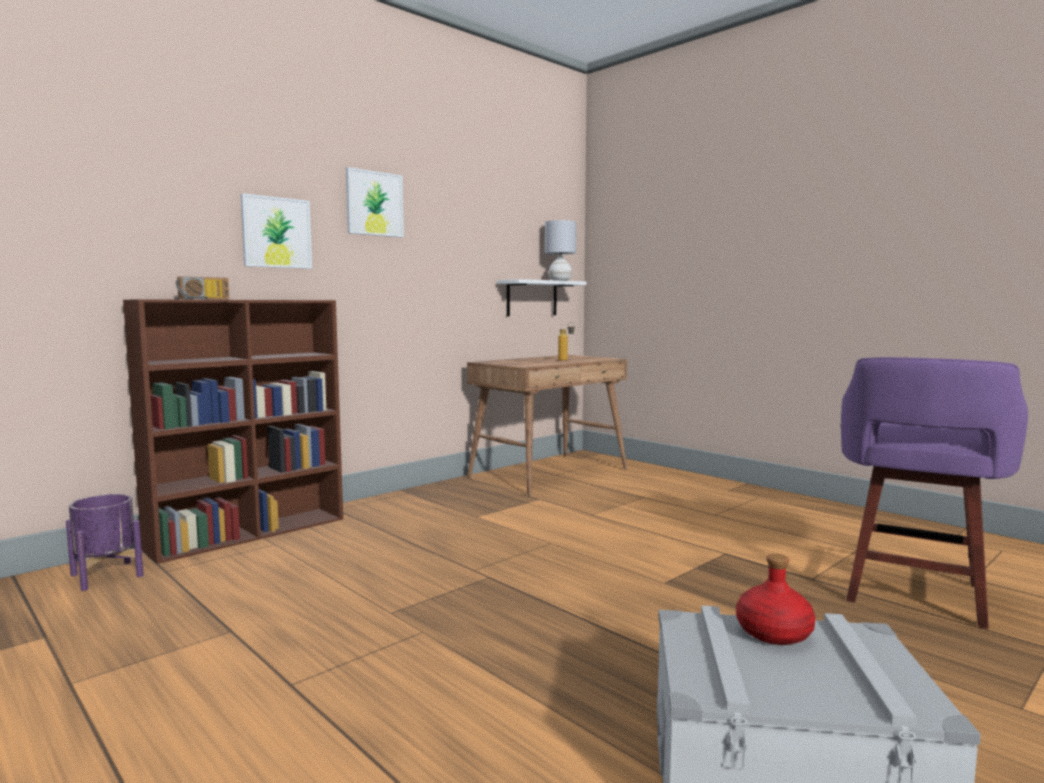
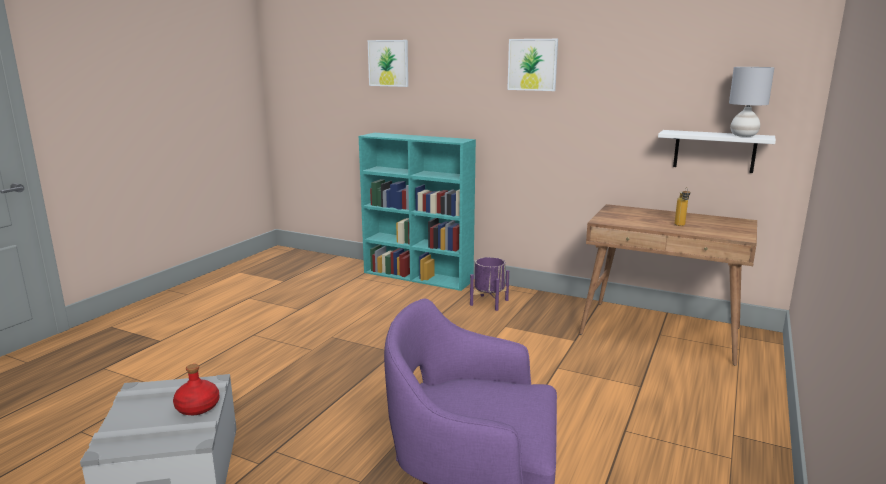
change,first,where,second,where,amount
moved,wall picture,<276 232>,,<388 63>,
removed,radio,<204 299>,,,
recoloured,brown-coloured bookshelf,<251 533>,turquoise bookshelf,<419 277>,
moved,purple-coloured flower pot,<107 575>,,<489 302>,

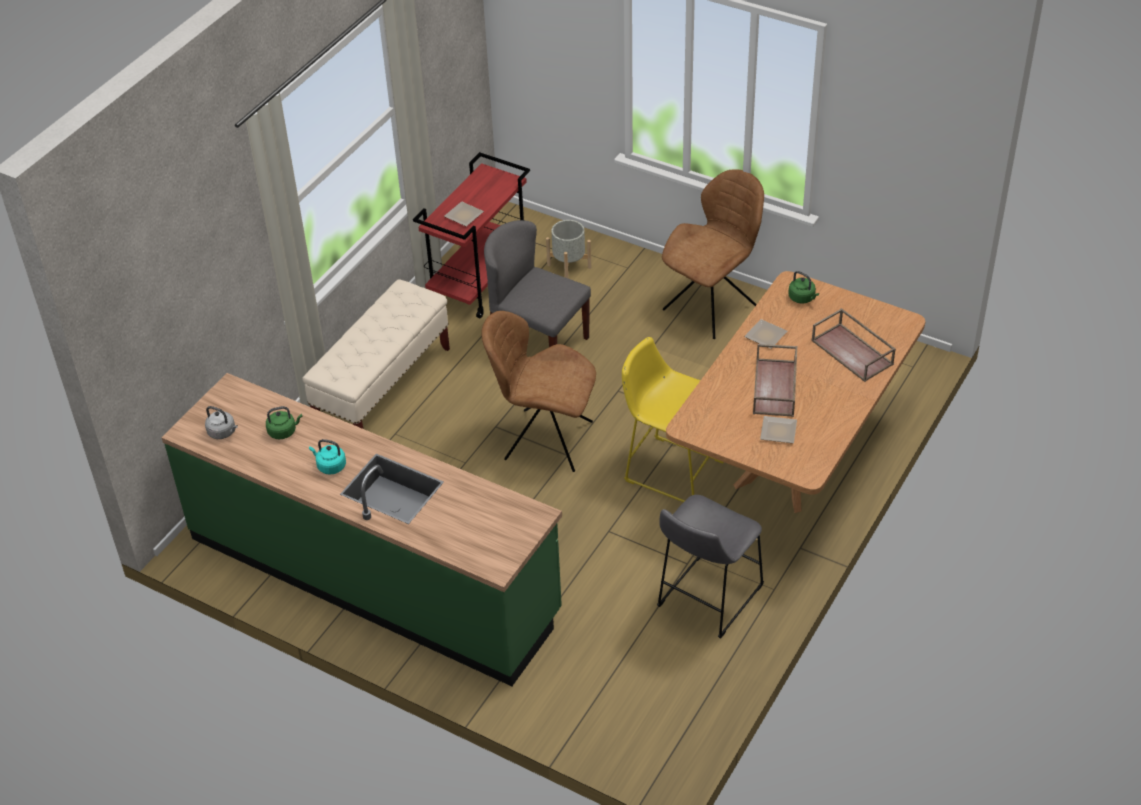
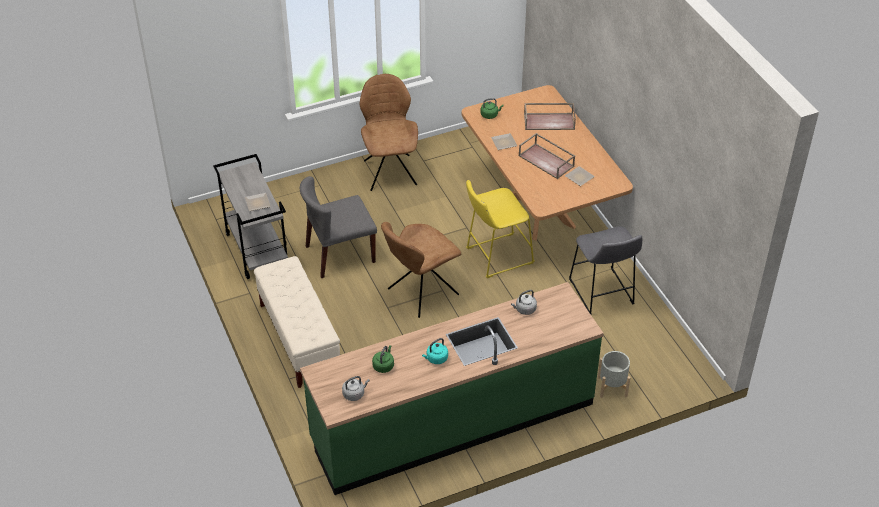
change,first,where,second,where,amount
recoloured,reddish trolley,<480 281>,greyish trolley,<256 250>,
moved,greyish flower pot,<569 266>,,<612 386>,
added,,,greyish kettle,<524 309>,

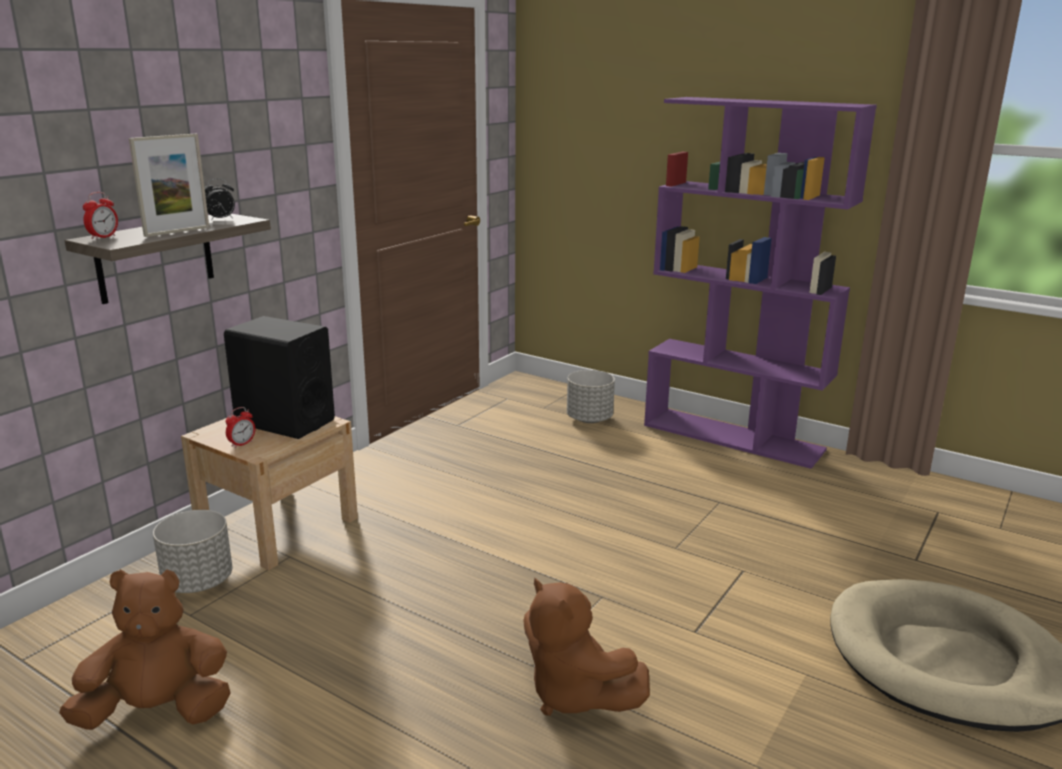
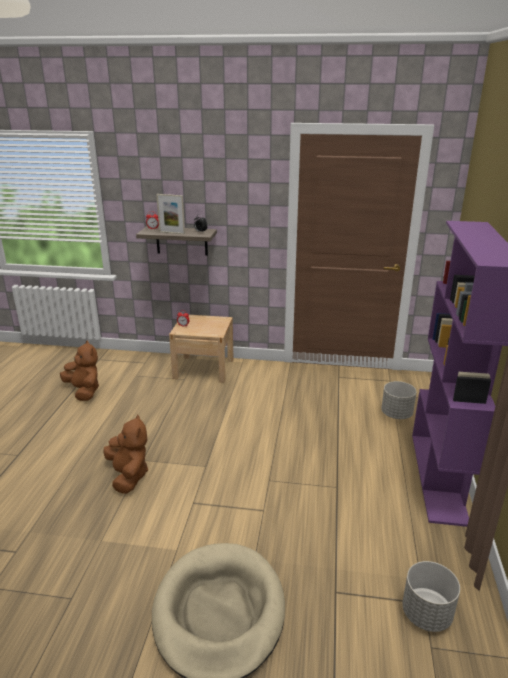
change,first,where,second,where,amount
removed,black-coloured audio speaker,<284 422>,,,
moved,greyish flower pot,<198 582>,,<427 614>,
turned,brown-coloured plush toy,<573 694>,,<128 476>,135 degrees clockwise

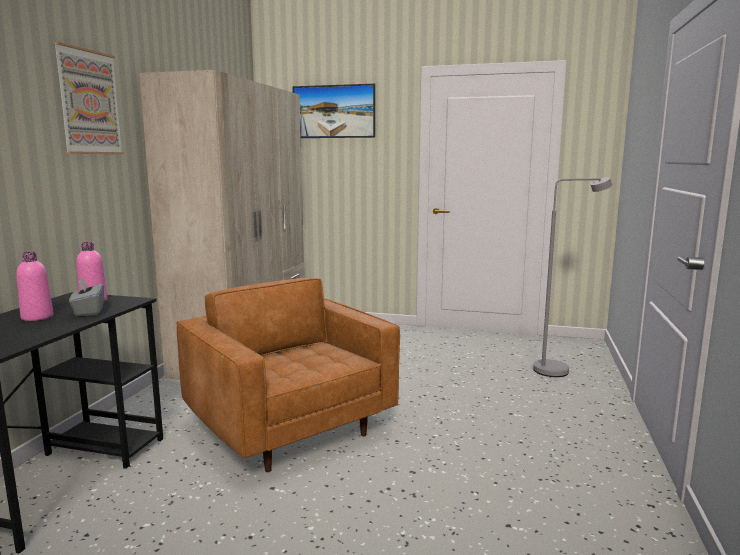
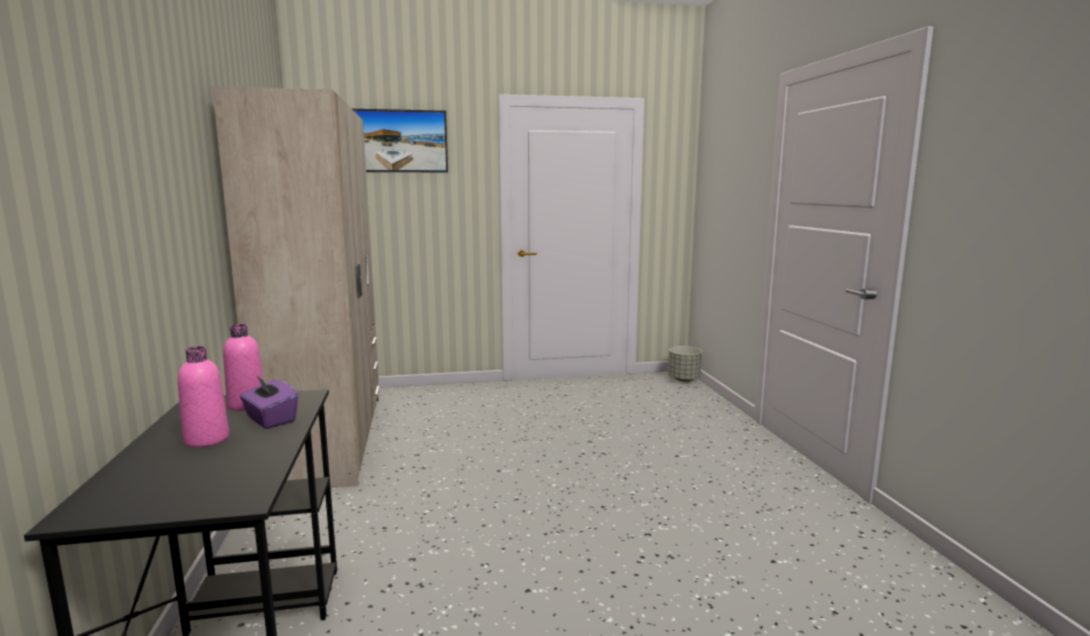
change,first,where,second,where,amount
removed,wall picture,<89 102>,,,
removed,greyish standard lamp,<559 370>,,,
recoloured,greyish box of tissues,<89 311>,purple-coloured box of tissues,<270 420>,
removed,brown-coloured lounge chair,<290 429>,,,
added,,,greyish flower pot,<684 379>,

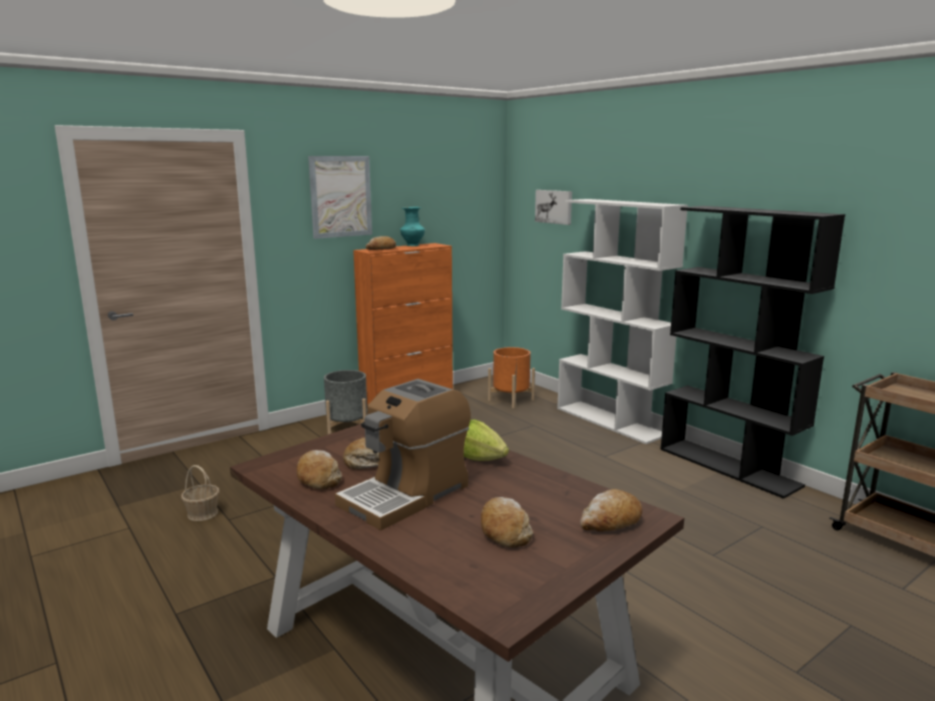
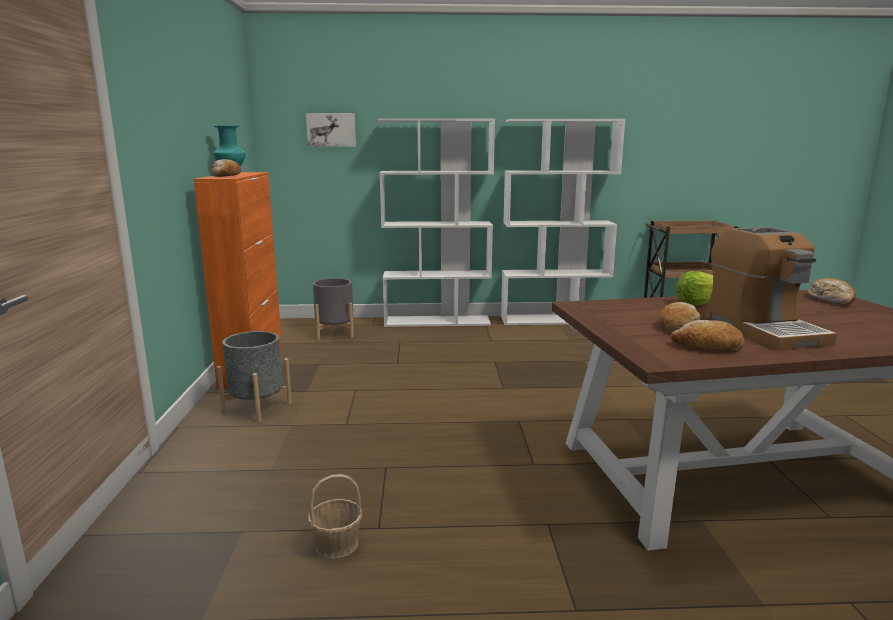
change,first,where,second,where,amount
removed,wall picture,<340 196>,,,
recoloured,black-coloured bookshelf,<729 467>,white bookshelf,<554 320>,
recoloured,orange-coloured flower pot,<511 400>,greyish flower pot,<335 333>,
removed,bread,<504 531>,,,

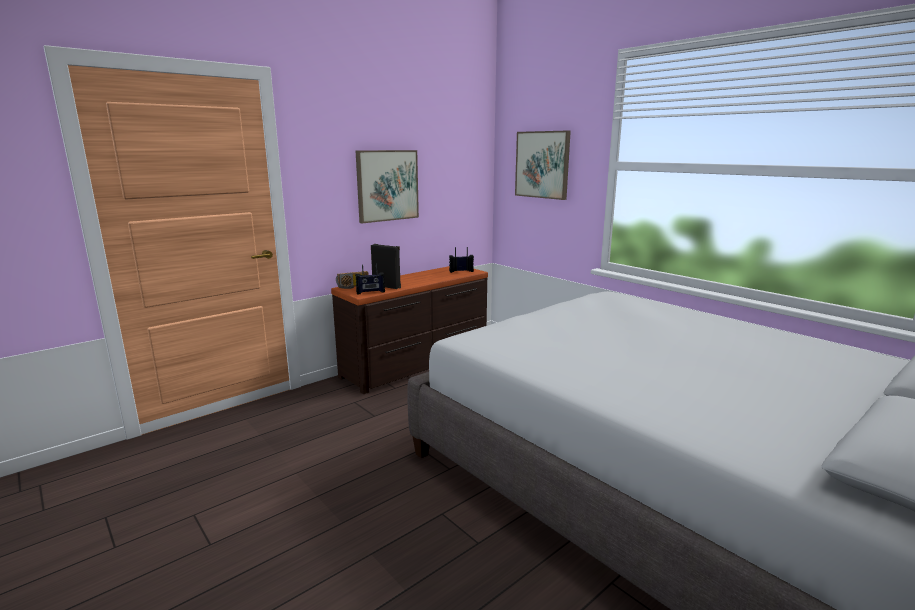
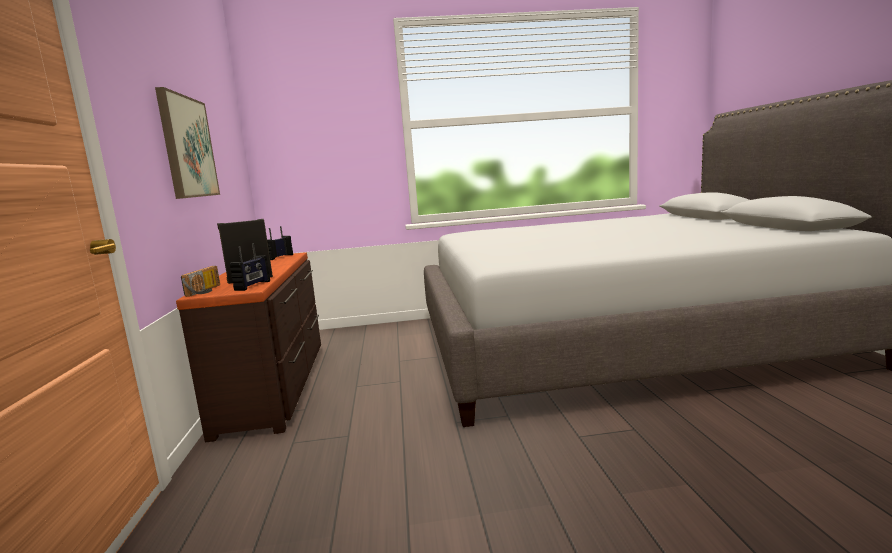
change,first,where,second,where,amount
removed,wall picture,<542 164>,,,

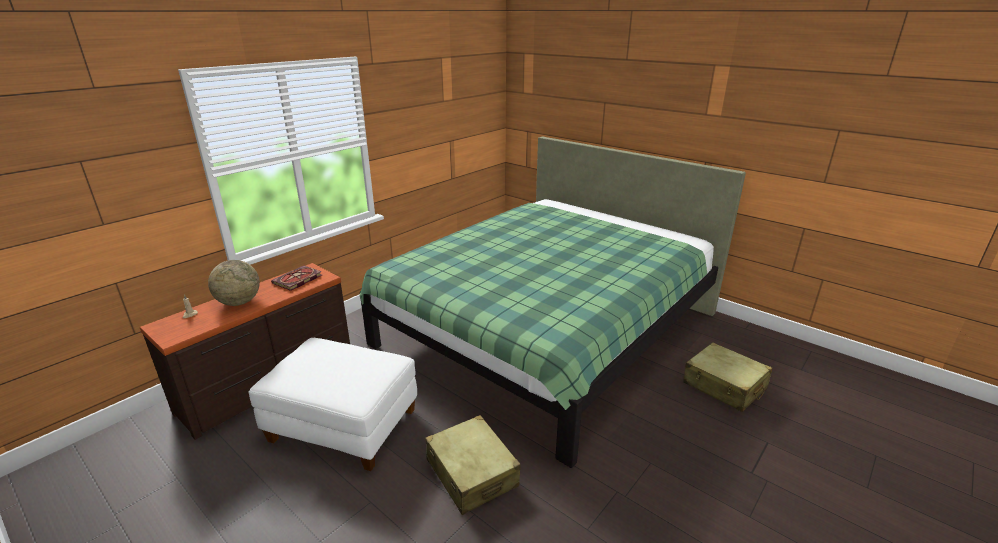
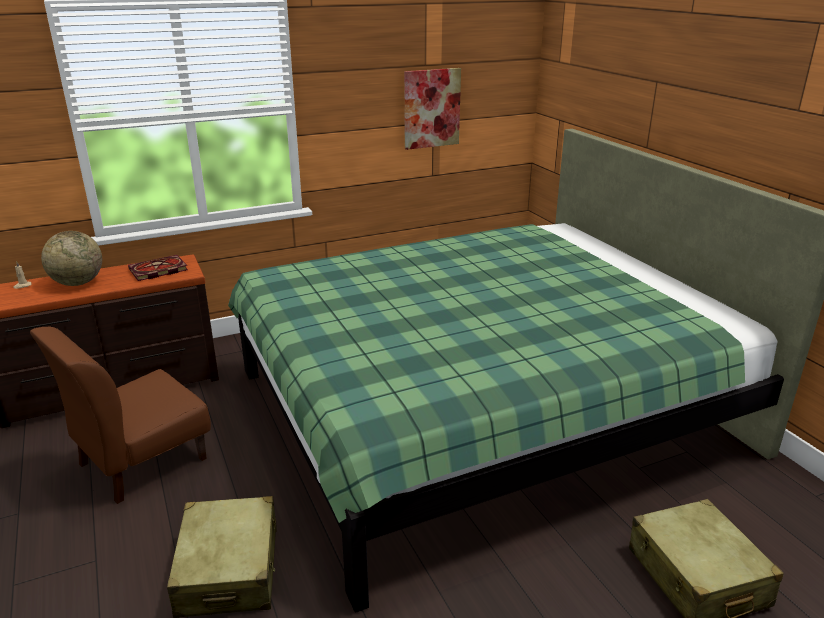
change,first,where,second,where,amount
replaced,white ottoman,<343 426>,brown-coloured chair,<141 461>,
added,,,wall picture,<431 108>,

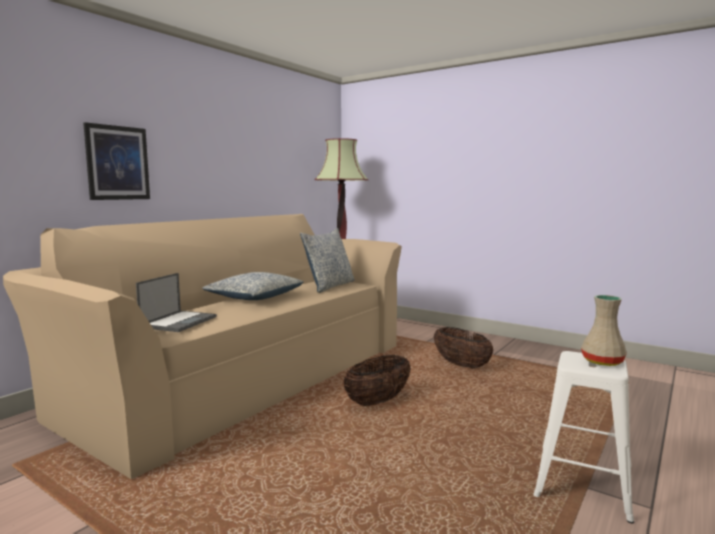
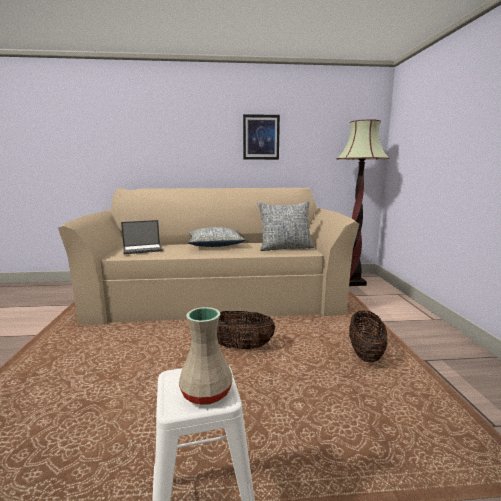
change,first,where,second,where,amount
moved,wall picture,<117 163>,,<261 137>,

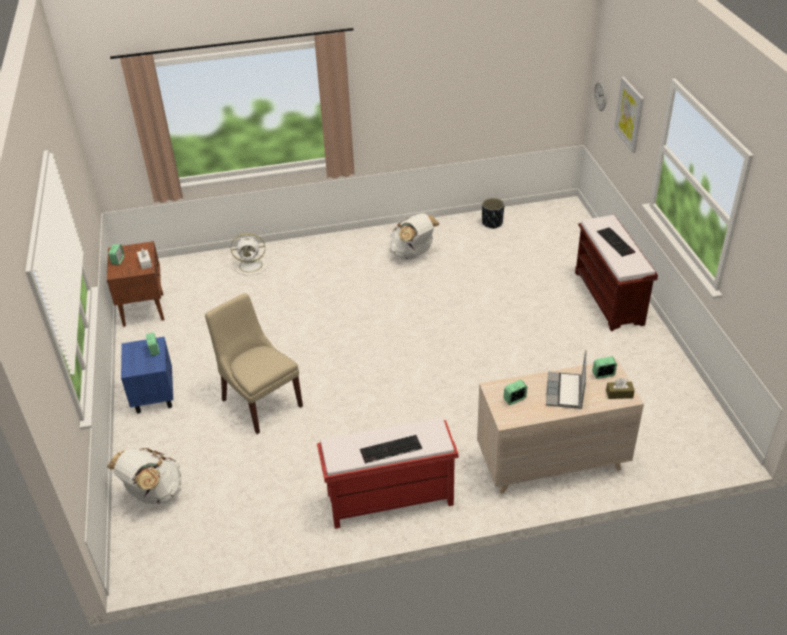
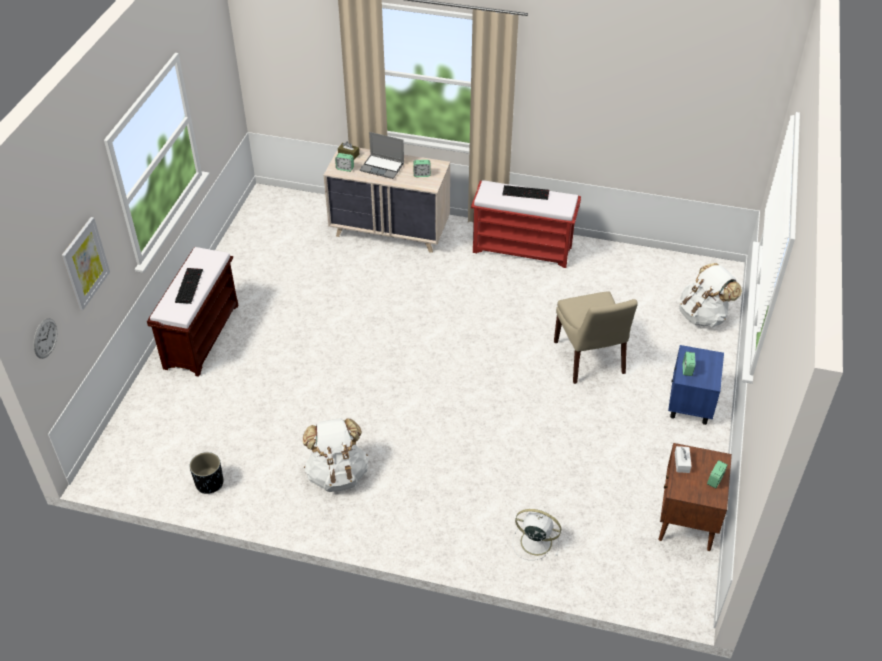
change,first,where,second,where,amount
turned,laptop,<565 392>,,<383 167>,75 degrees clockwise

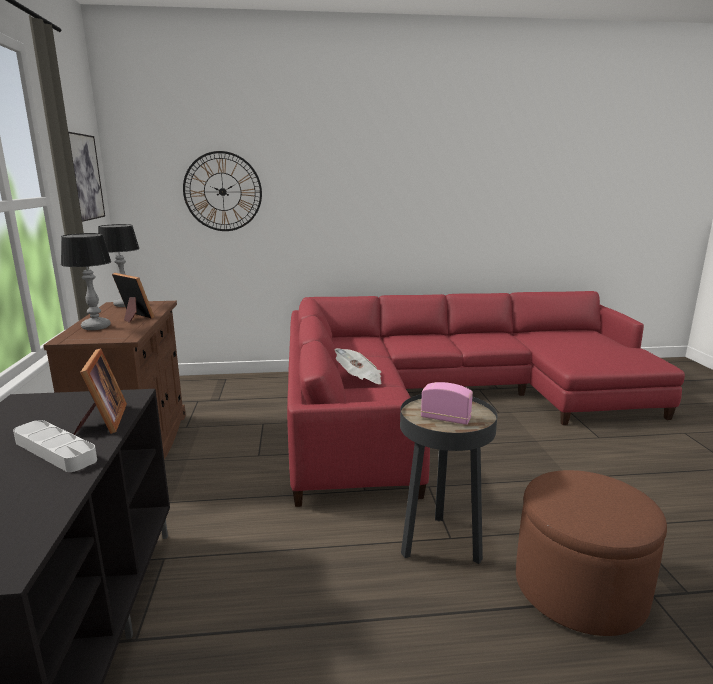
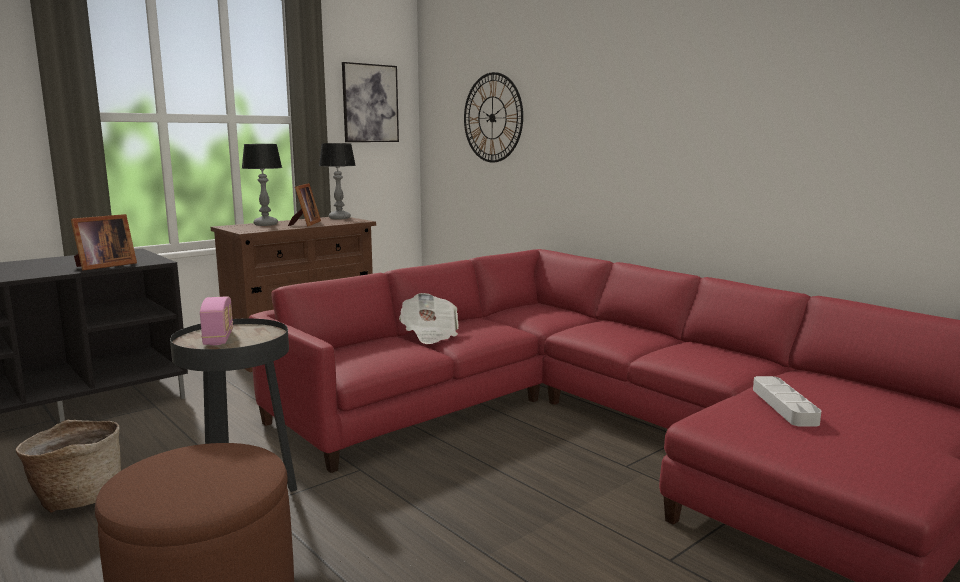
change,first,where,second,where,amount
moved,greyish tray,<55 450>,,<784 405>,
added,,,basket,<77 497>,

